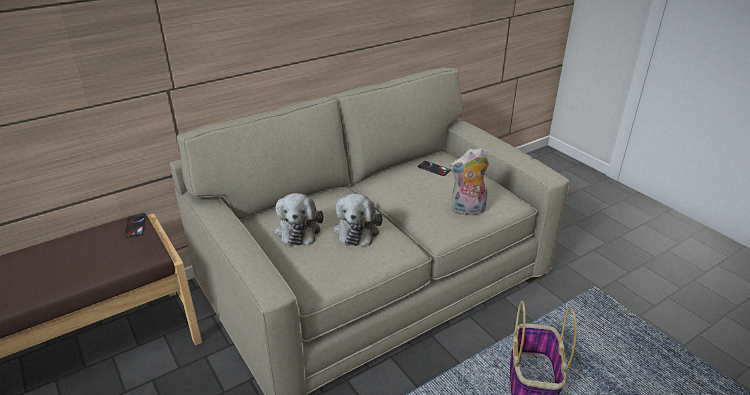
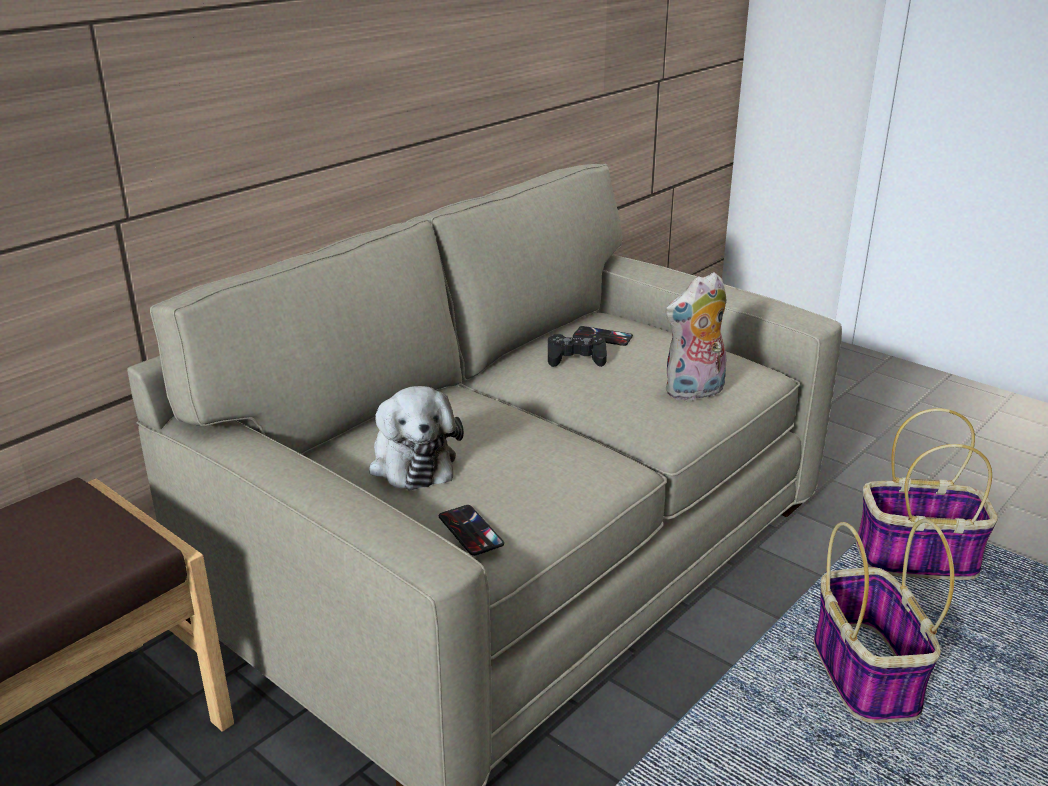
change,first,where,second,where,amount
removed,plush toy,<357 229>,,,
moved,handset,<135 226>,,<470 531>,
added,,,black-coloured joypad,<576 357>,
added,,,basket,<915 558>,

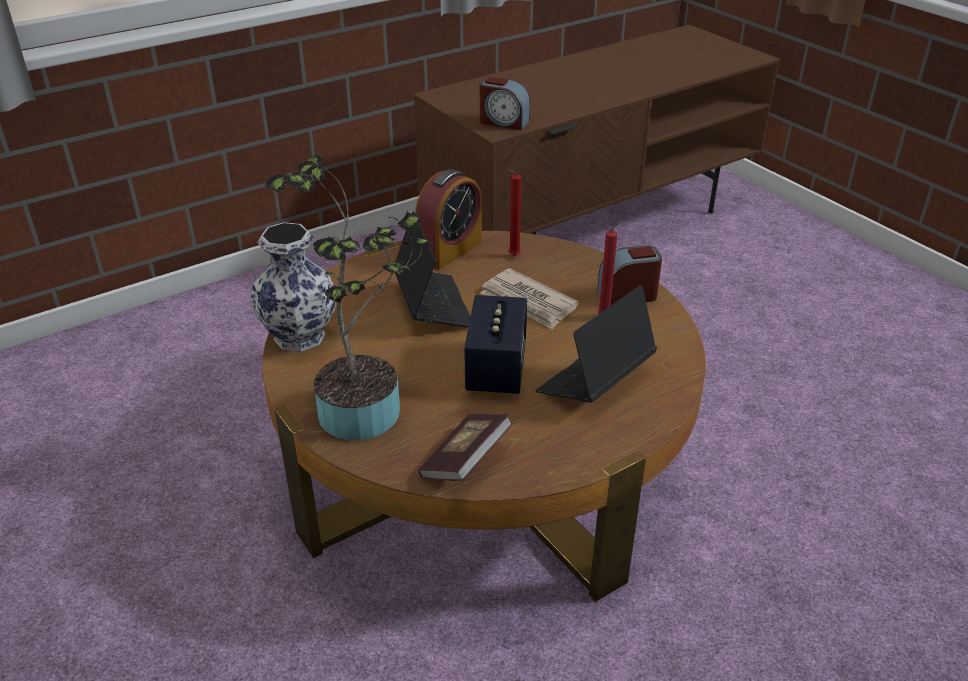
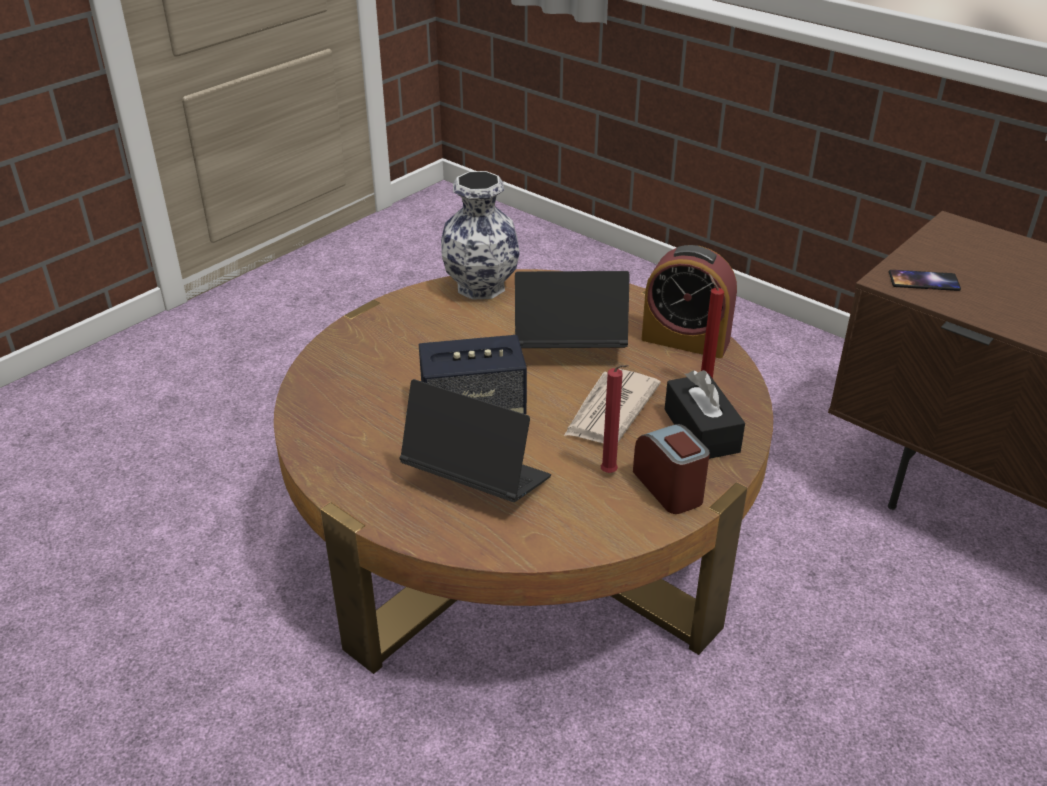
change,first,where,second,where,amount
replaced,alarm clock,<503 122>,handset,<924 281>,
removed,houseplant,<367 407>,,,
turned,laptop,<432 306>,,<568 349>,150 degrees counterclockwise
removed,volume,<465 461>,,,
added,,,black-coloured box of tissues,<701 430>,

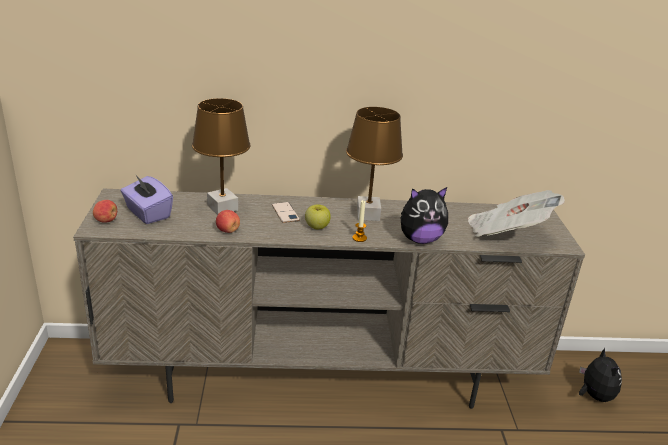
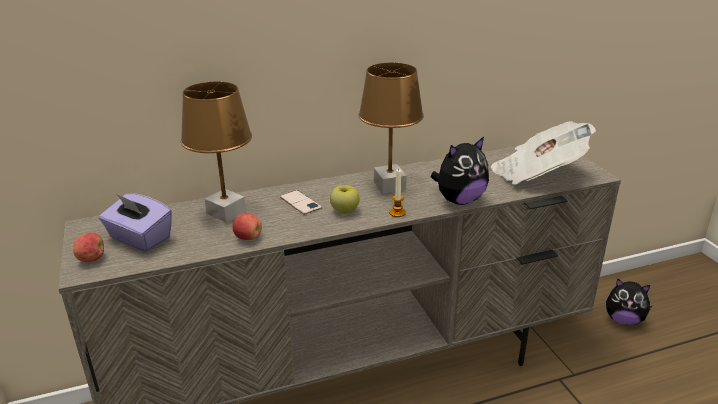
change,first,where,second,where,amount
turned,plush toy,<594 396>,,<623 320>,135 degrees clockwise

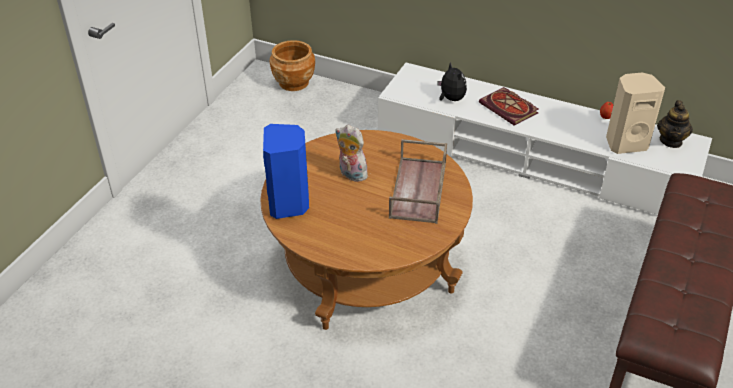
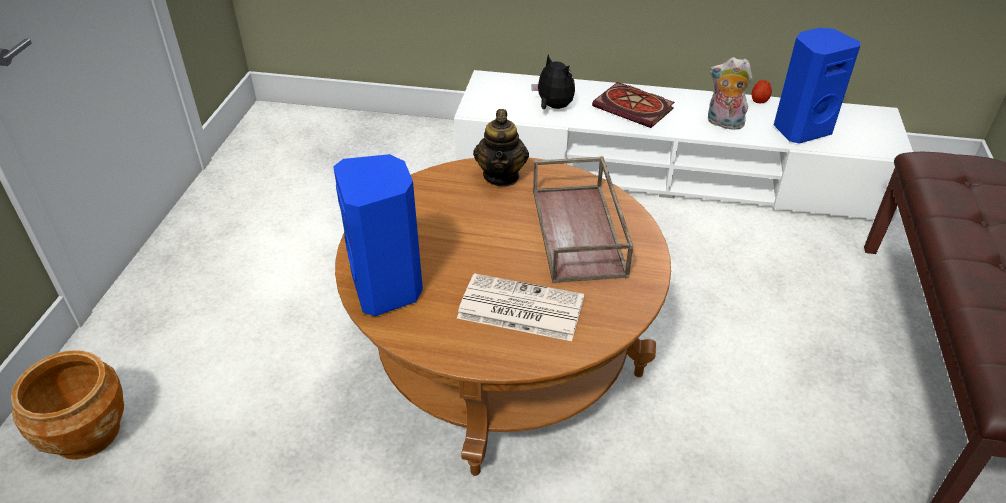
change,first,where,second,where,amount
moved,brown-coloured flower pot,<294 82>,,<87 432>,
recoloured,beige audio speaker,<625 143>,blue-coloured audio speaker,<800 129>,
moved,tea pot,<671 141>,,<501 176>,
moved,plush toy,<351 174>,,<723 123>,
added,,,daily paper,<519 308>,

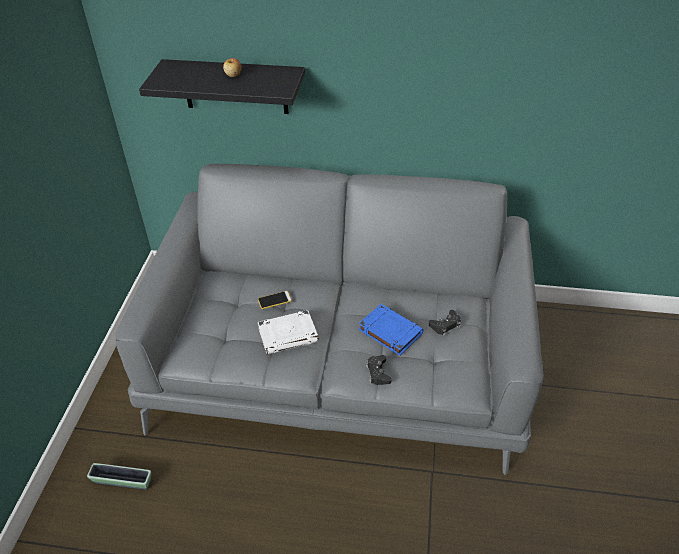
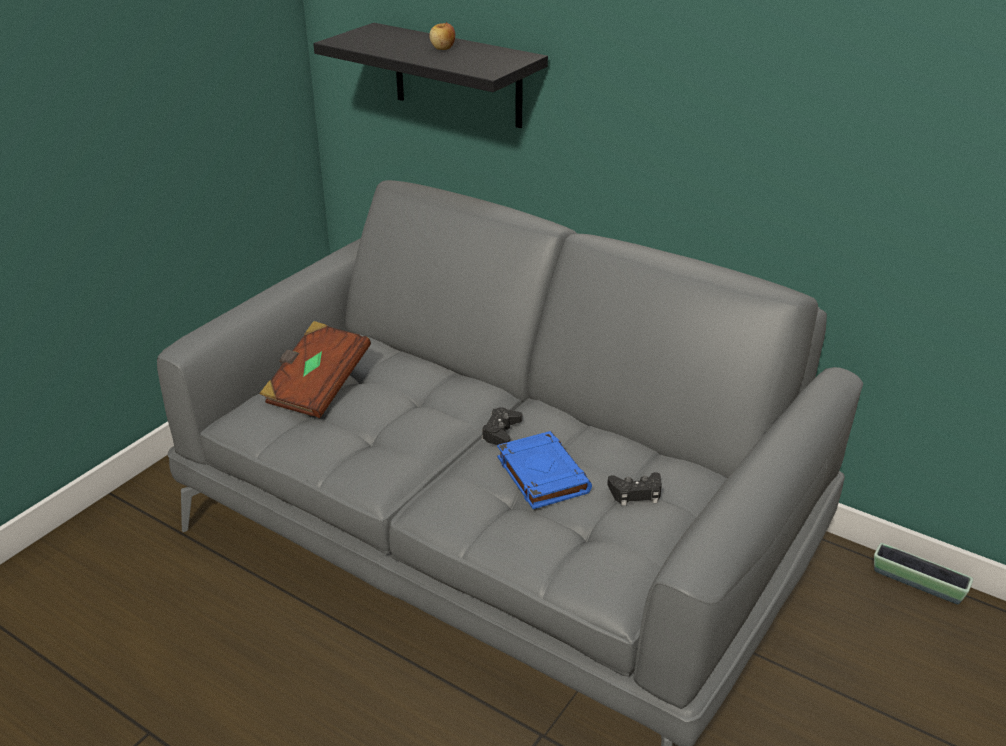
change,first,where,second,where,amount
removed,handset,<274 300>,,,
removed,white volume,<288 335>,,,
moved,black-coloured joypad,<378 373>,,<501 432>,
moved,flower pot,<122 481>,,<917 583>,
added,,,brown-coloured volume,<317 387>,

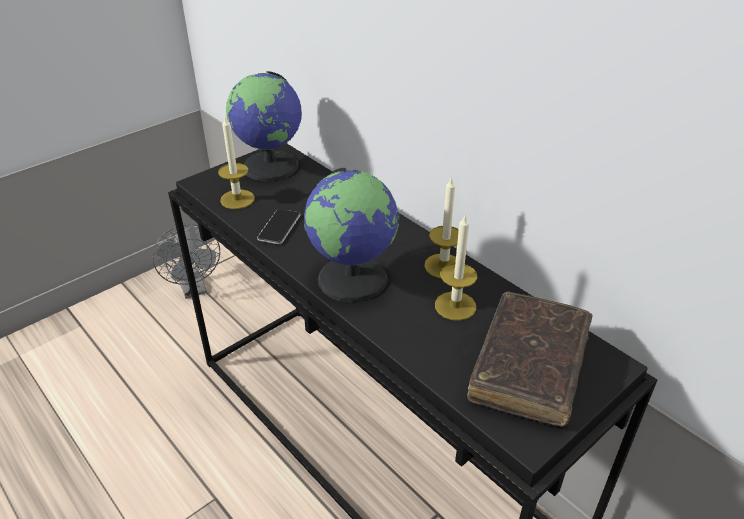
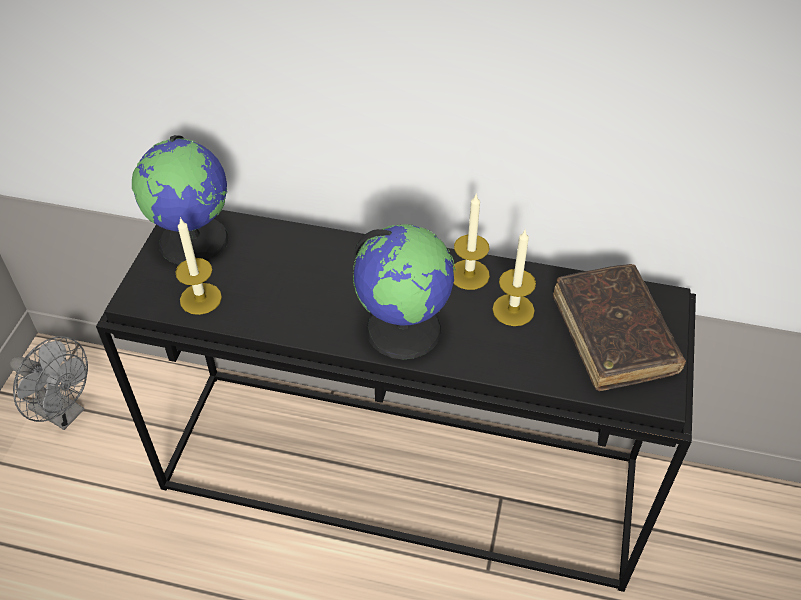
change,first,where,second,where,amount
removed,handset,<279 227>,,,

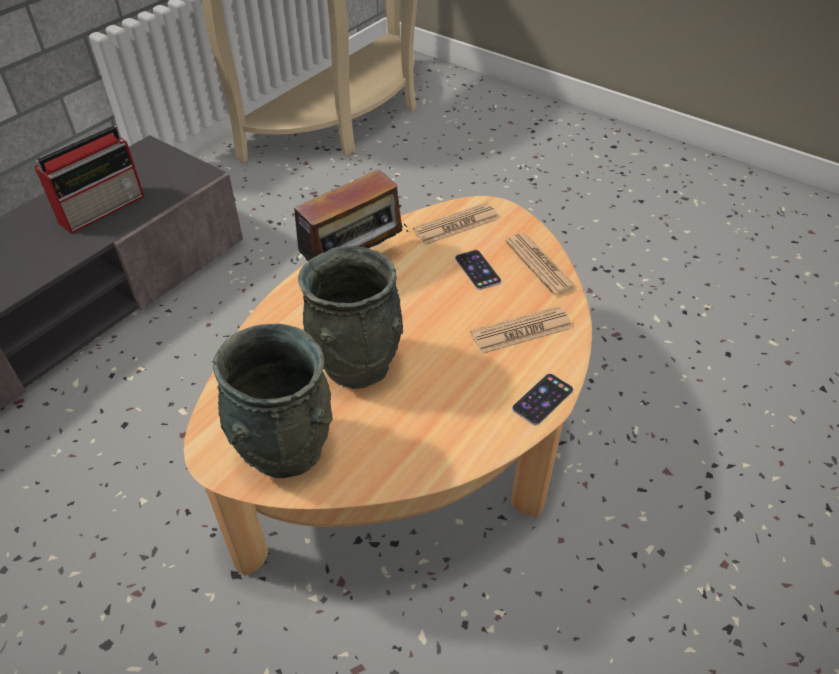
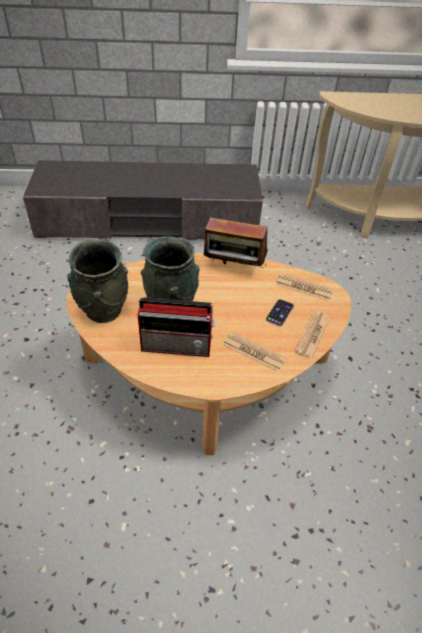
change,first,where,second,where,amount
moved,radio,<103 208>,,<178 345>,
removed,handset,<542 399>,,,

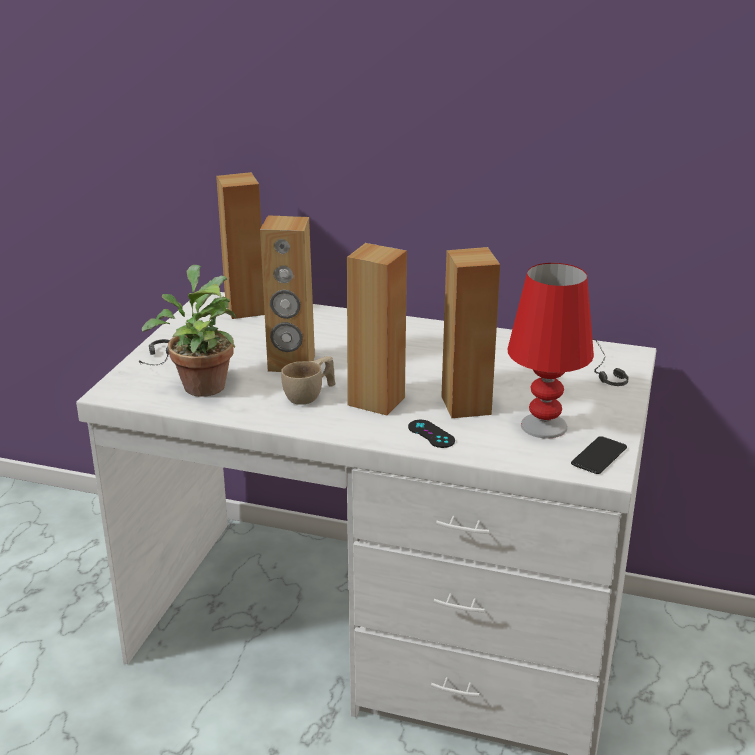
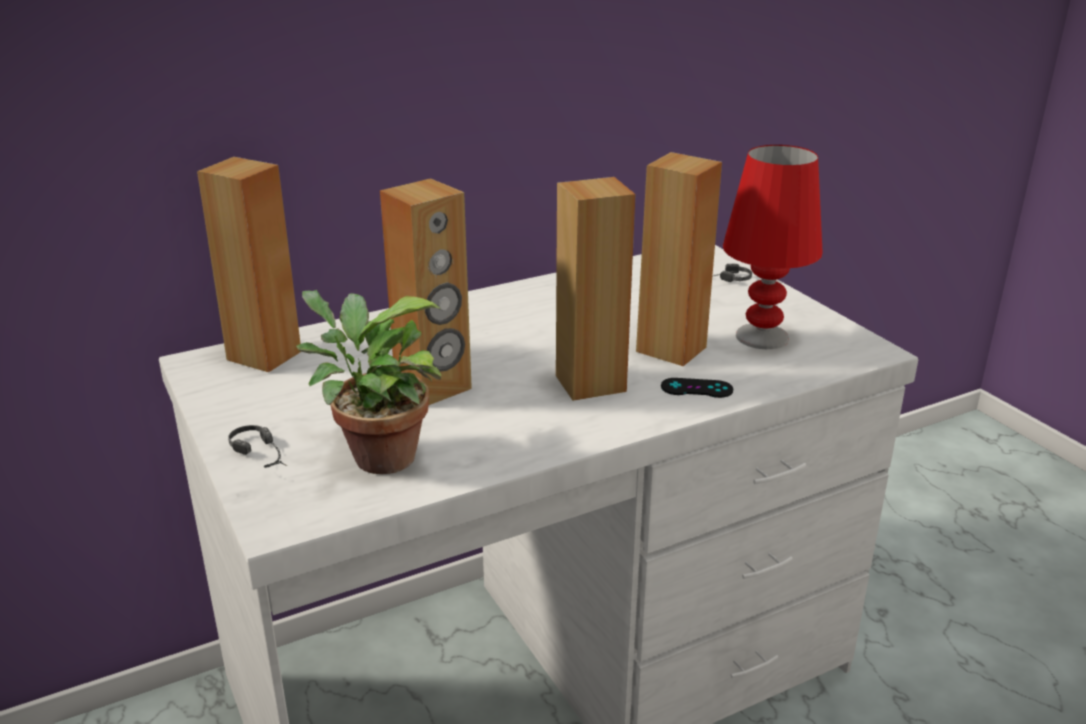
change,first,where,second,where,amount
removed,beige drinking cup,<310 395>,,,
removed,handset,<599 456>,,,

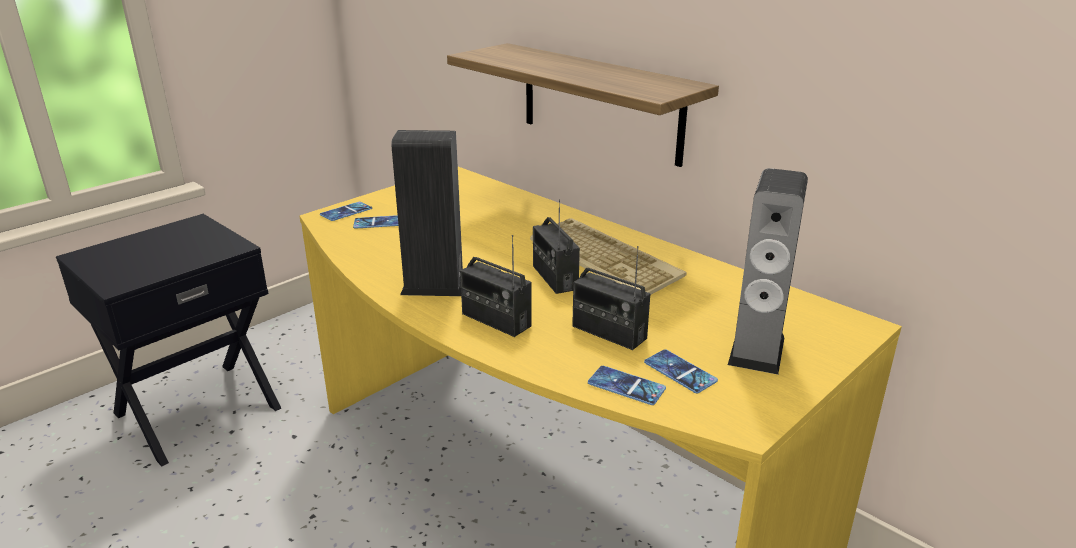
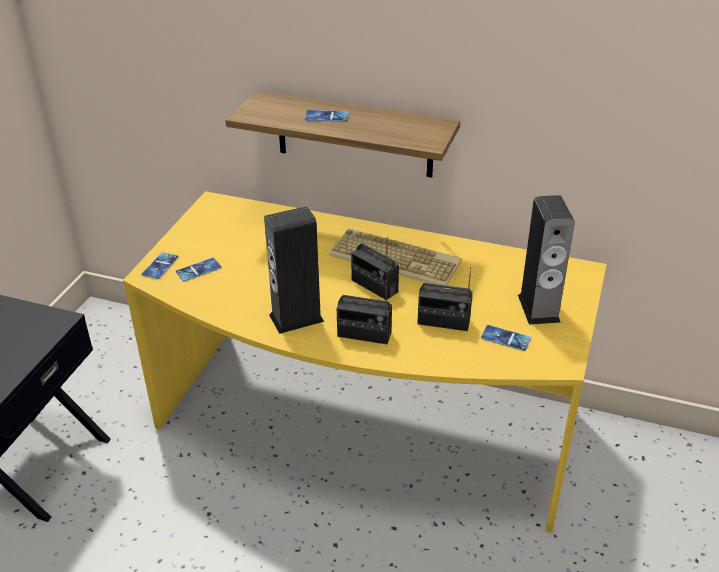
change,first,where,second,where,amount
moved,handset,<626 386>,,<327 116>,

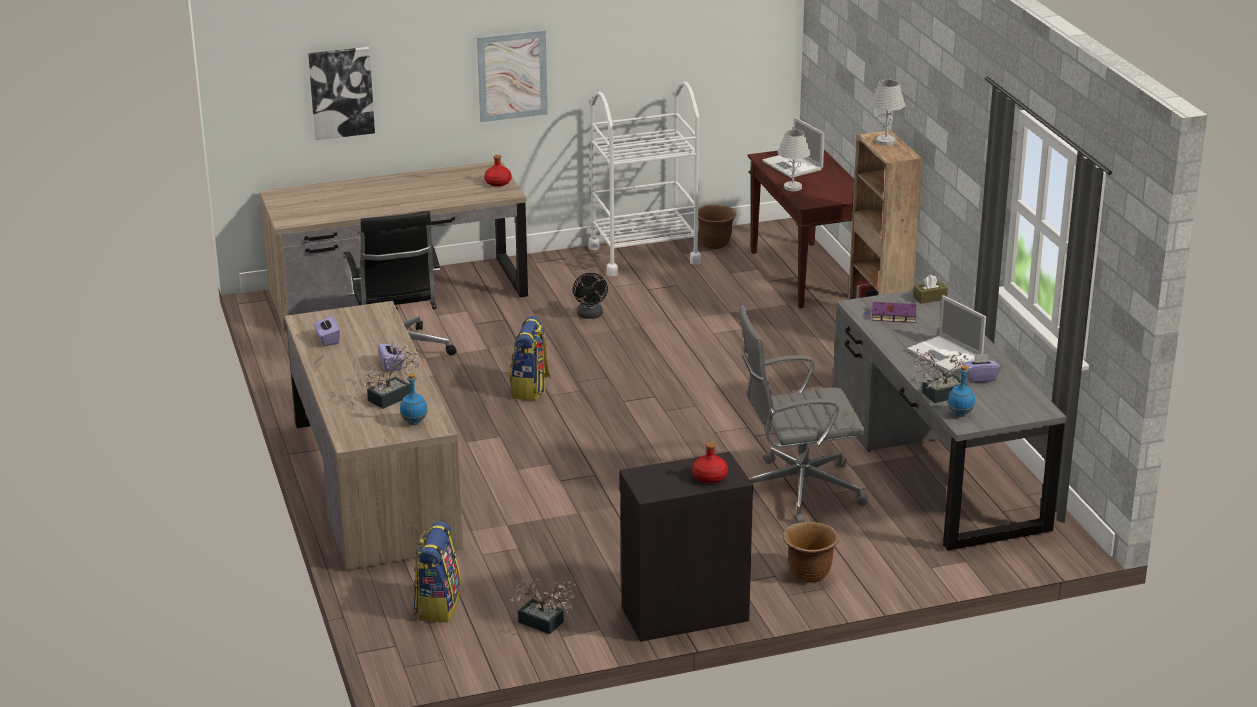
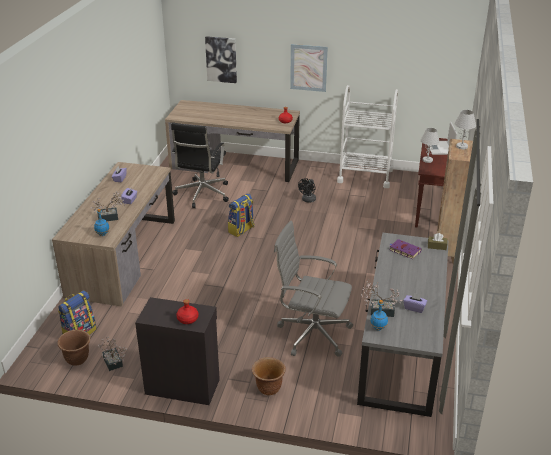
change,first,where,second,where,amount
moved,brown-coloured flower pot,<714 243>,,<77 359>,
removed,laptop,<946 355>,,,

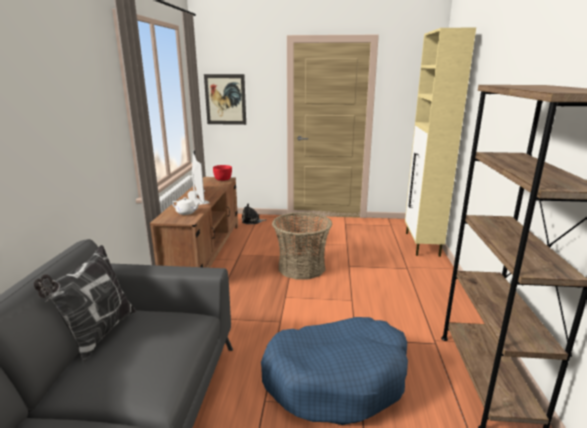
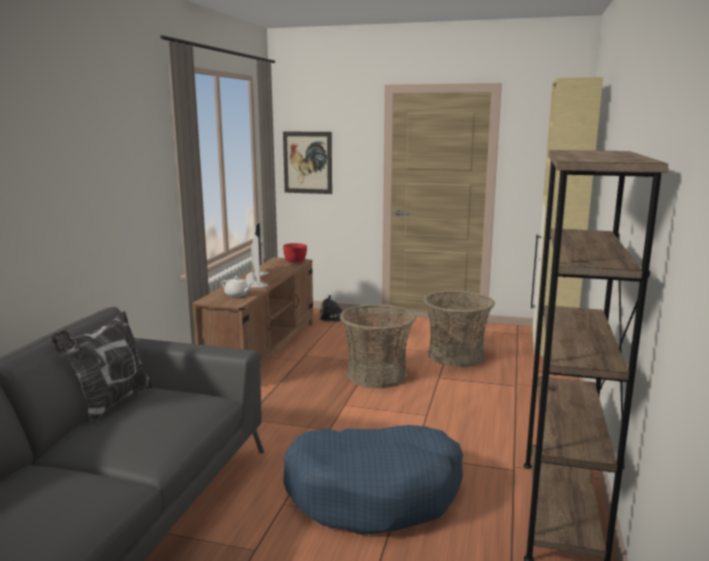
change,first,where,second,where,amount
added,,,basket,<456 356>,

